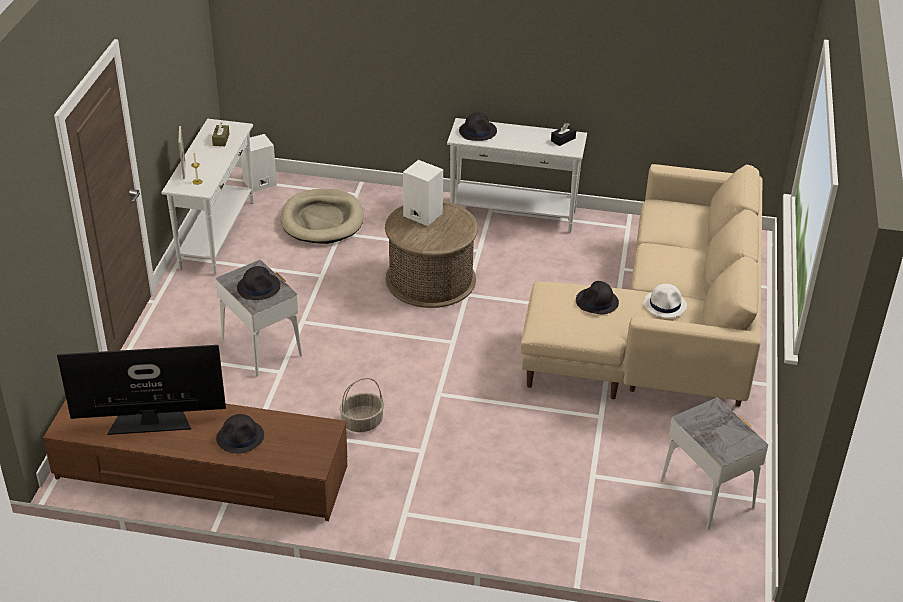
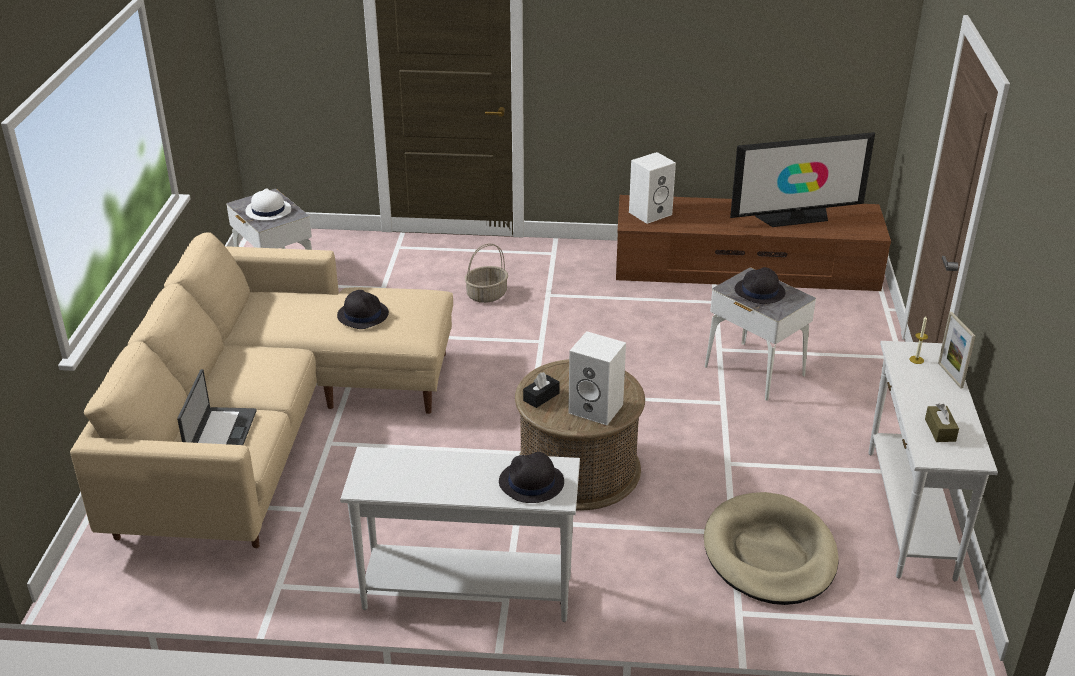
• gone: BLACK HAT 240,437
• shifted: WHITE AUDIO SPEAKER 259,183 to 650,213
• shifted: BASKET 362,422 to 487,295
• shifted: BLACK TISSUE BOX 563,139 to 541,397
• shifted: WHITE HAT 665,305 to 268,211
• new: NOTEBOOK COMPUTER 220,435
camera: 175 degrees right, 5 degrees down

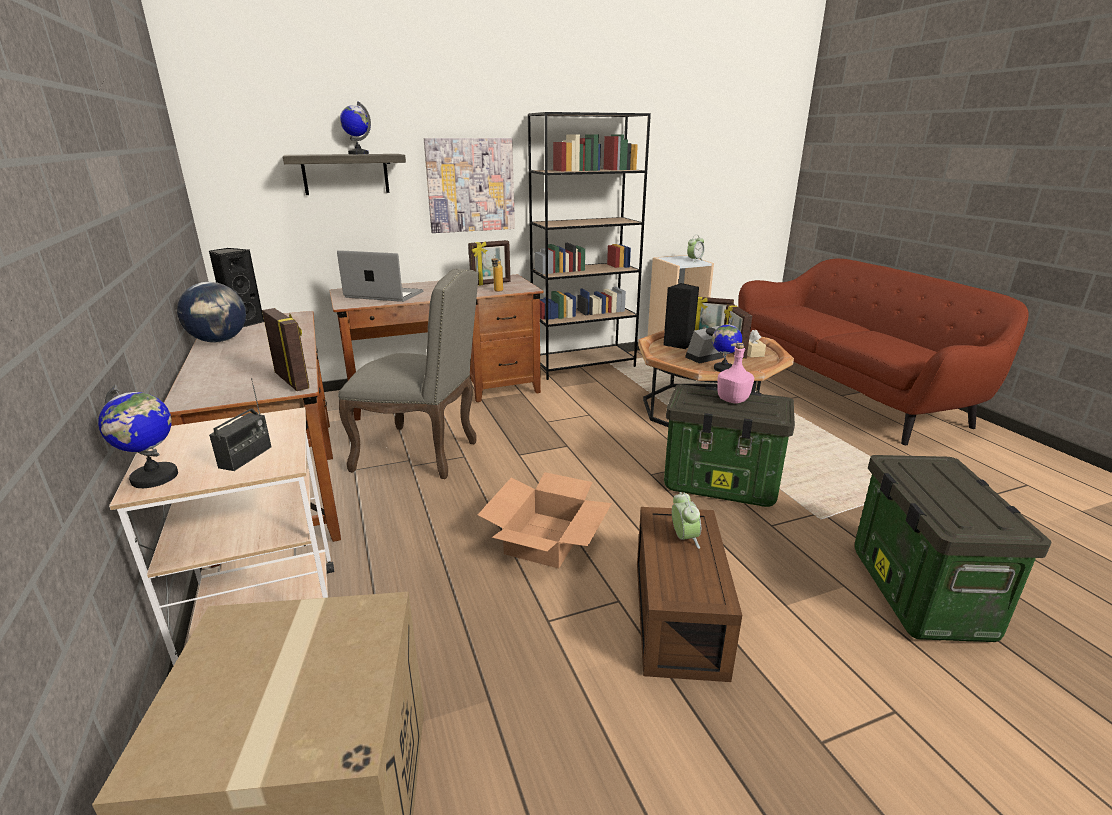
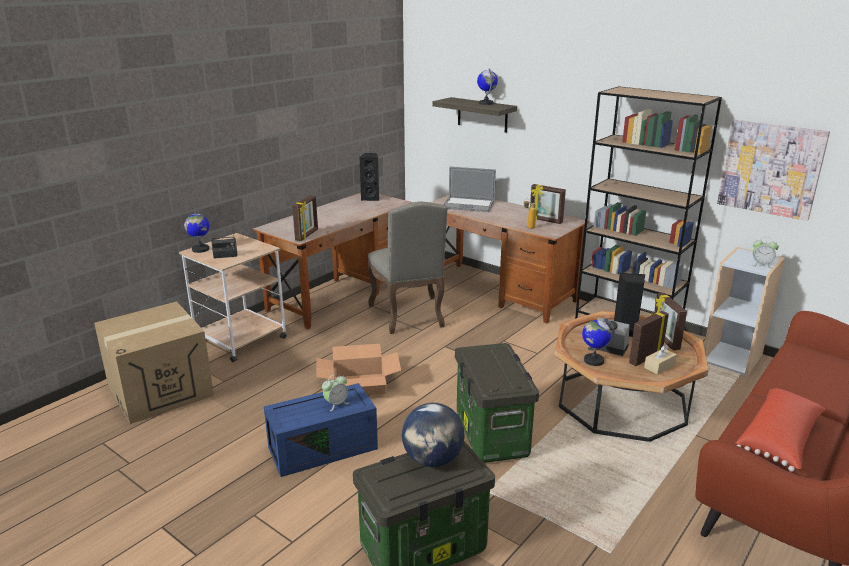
• shifted: WORLD GLOBE 219,341 to 432,460
• rotated: NOTEBOOK COMPUTER 384,295 = 468,205 120 degrees clockwise
• shifted: PICTURE 470,185 to 770,169
• repainted: BROWN-COLOURED STORAGE BOX 675,614 to BLUISH STORAGE BOX 323,447
• gone: PINKISH DRINK BOTTLE 733,399
• new: REDDISH CUSHION 780,440
camera: 60 degrees right, 0 degrees up

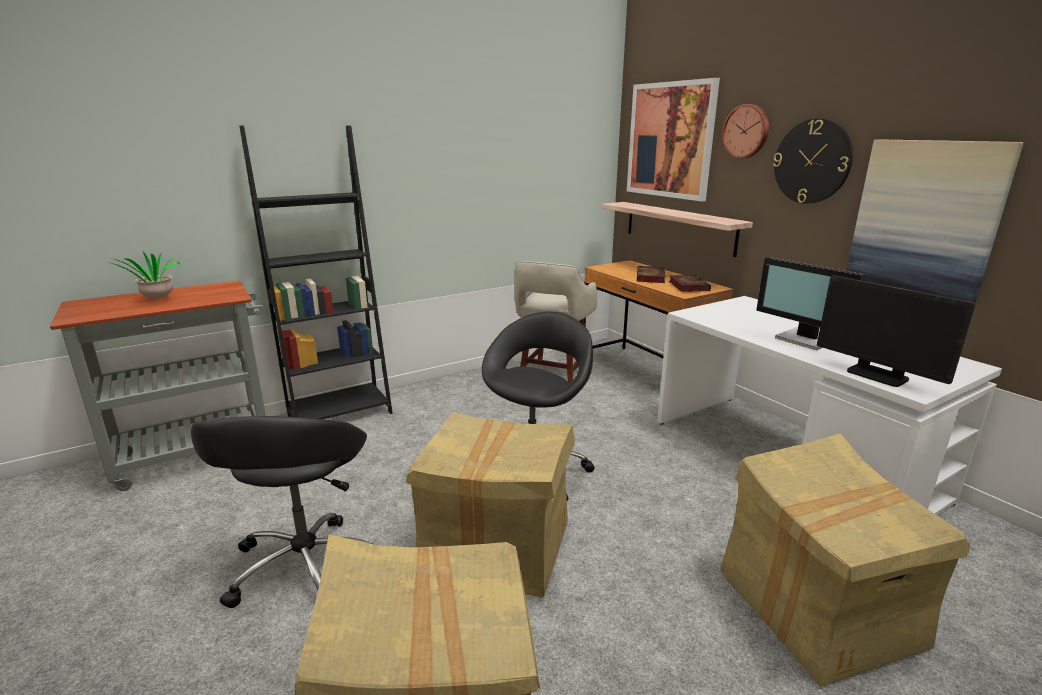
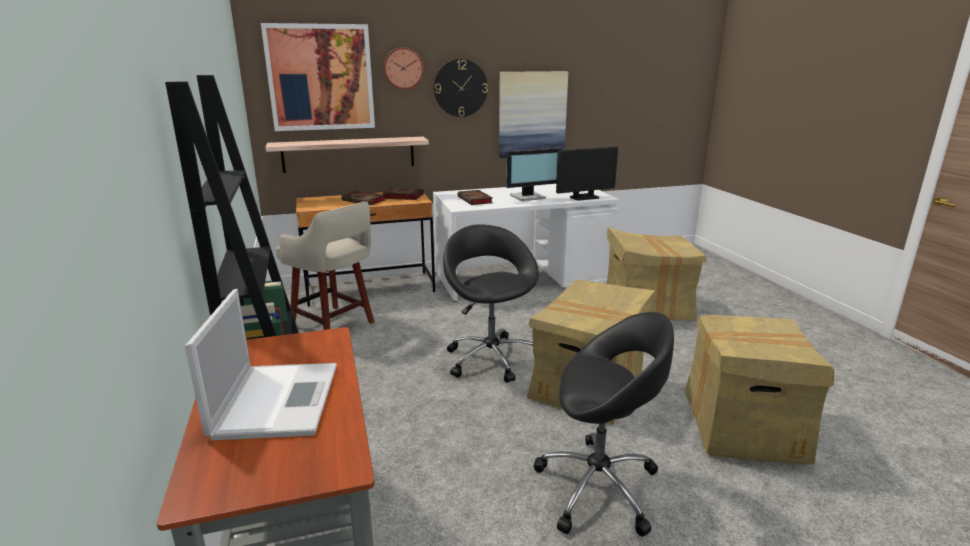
• swapped: HOUSEPLANT 157,300 to NOTEBOOK COMPUTER 277,399
• new: VOLUME 475,200
camera: 75 degrees left, 0 degrees up

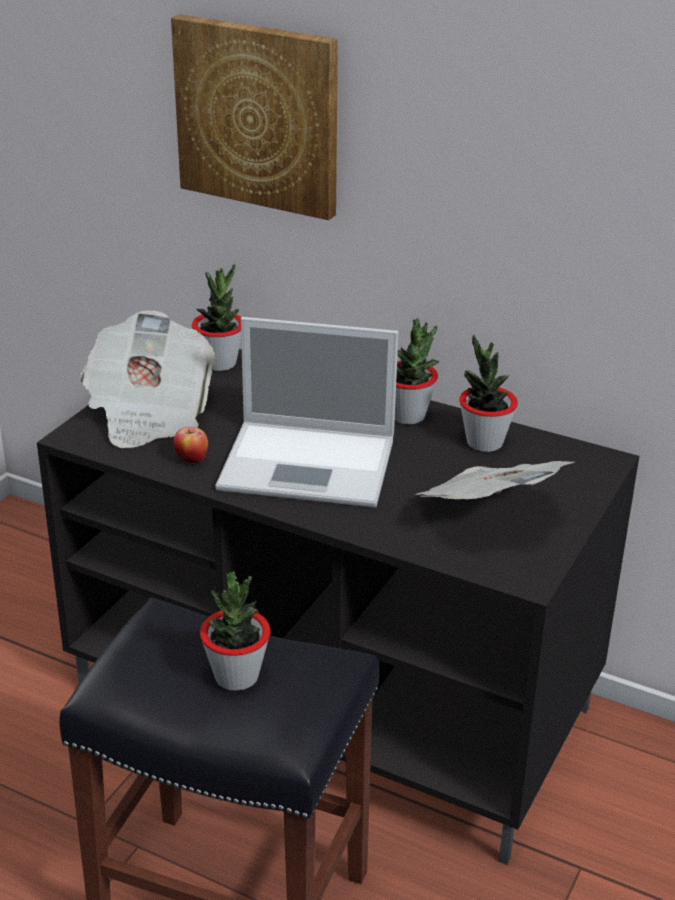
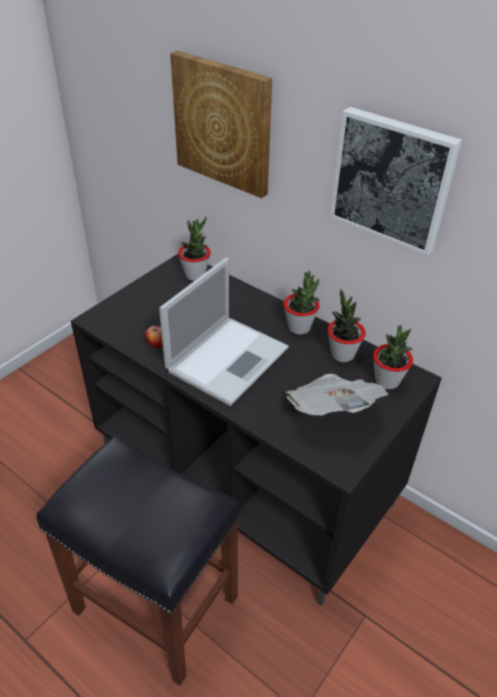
• gone: NEWSPAPER 149,412
• shifted: HOUSEPLANT 236,677 to 387,381
• rotated: NOTEBOOK COMPUTER 311,464 = 228,358 75 degrees counterclockwise
• new: PICTURE 392,179
camera: 10 degrees right, 10 degrees up

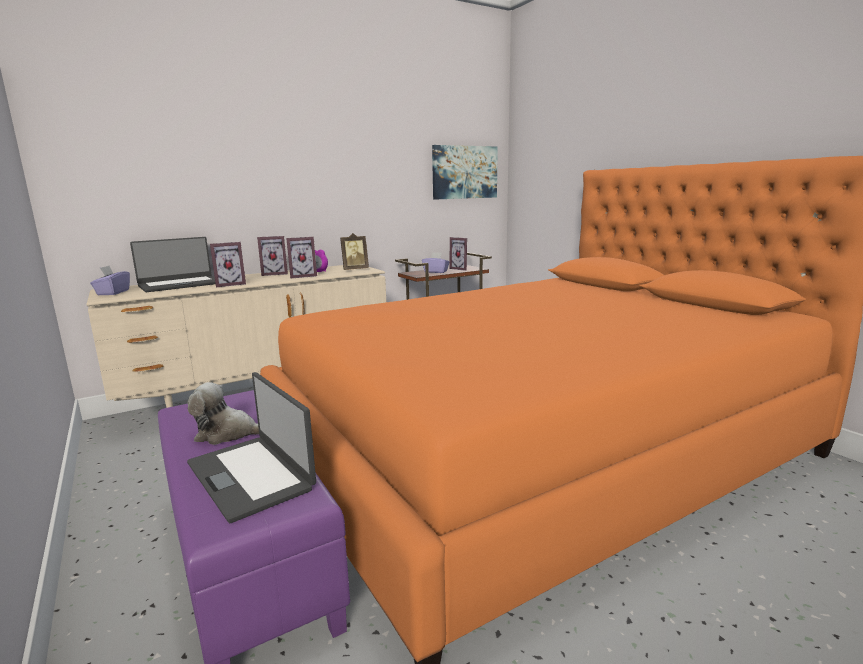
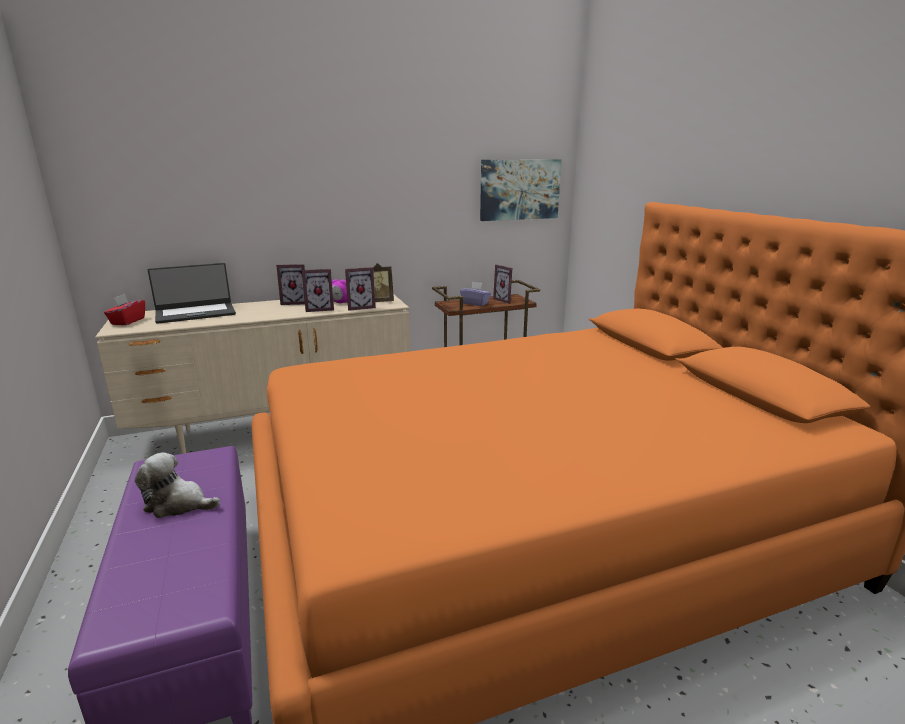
• repainted: PURPLE TISSUE BOX 113,293 to REDDISH TISSUE BOX 127,321
• gone: NOTEBOOK COMPUTER 251,475
• shifted: STANDING FRAME 230,284 to 360,307
camera: 10 degrees right, 5 degrees up

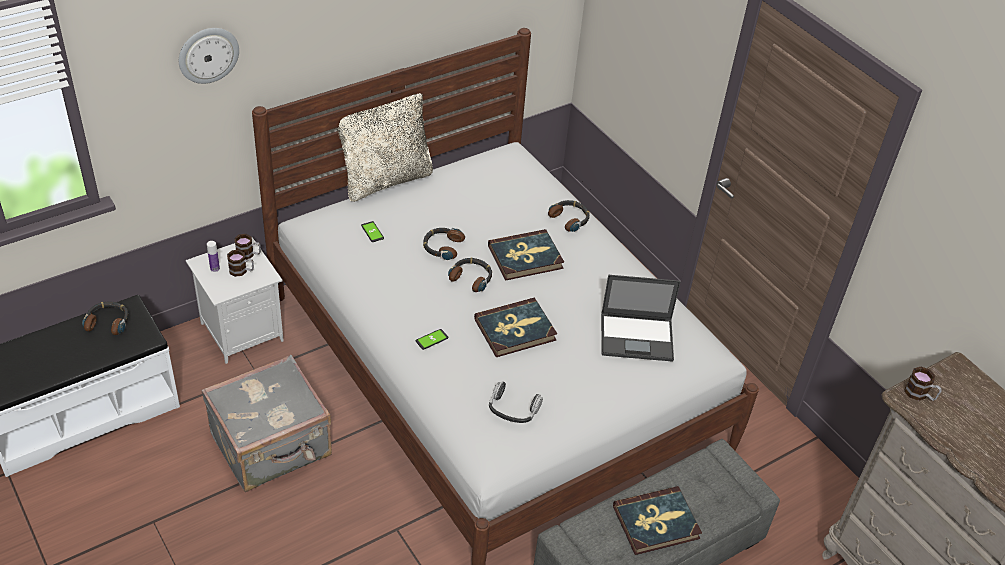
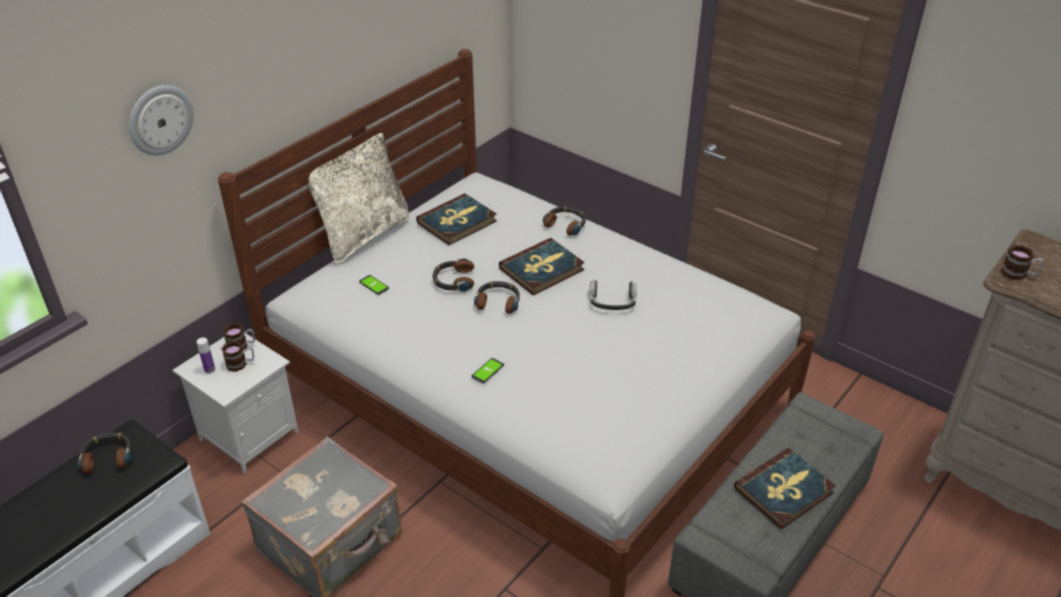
• shifted: VOLUME 515,330 to 457,222
• shifted: HEADSET 513,409 to 612,301
• gone: NOTEBOOK COMPUTER 637,337
camera: 15 degrees left, 5 degrees down

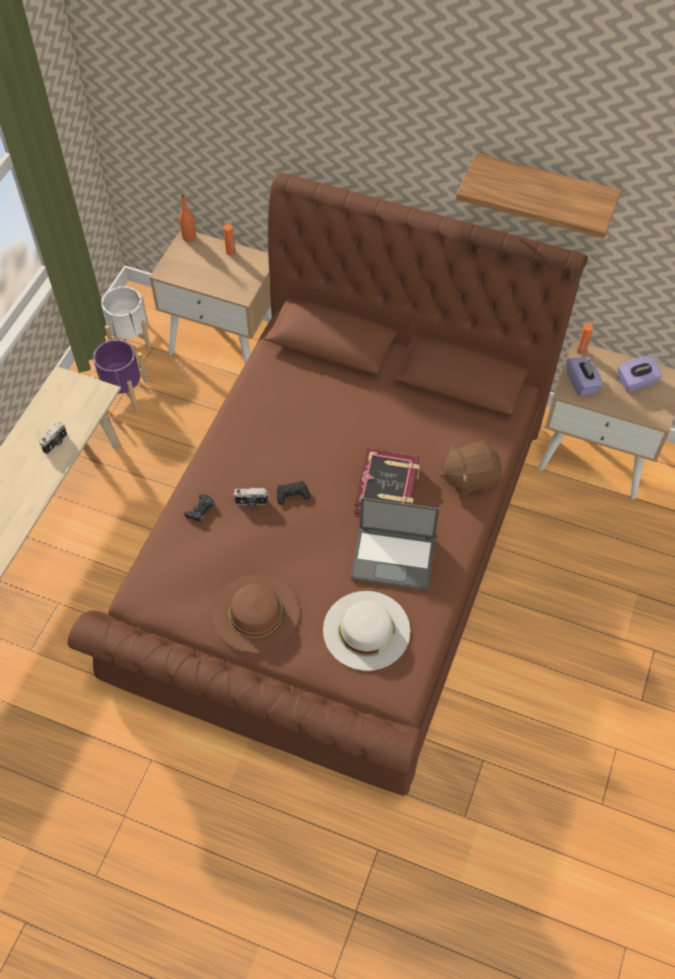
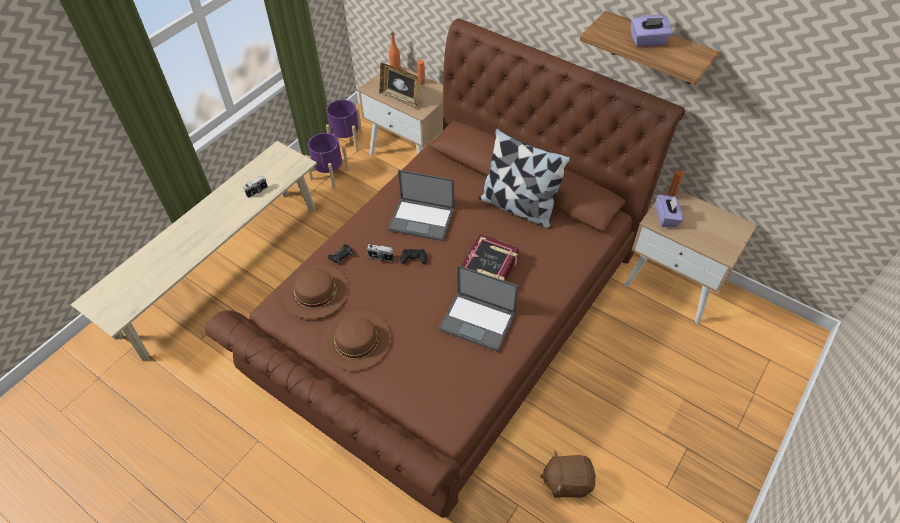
• repainted: WHITE FLOWER POT 130,339 to PURPLE FLOWER POT 346,140
• gone: WHITE HAT 366,630
• shifted: BROWN-COLOURED PLUSH TOY 469,478 to 567,481
• shifted: PURPLE TISSUE BOX 636,382 to 648,41
• new: BROWN-COLOURED HAT 315,291
• new: STANDING FRAME 400,99
• new: NOTEBOOK COMPUTER 422,219
• new: CUSHION 518,207
camera: 15 degrees right, 5 degrees down

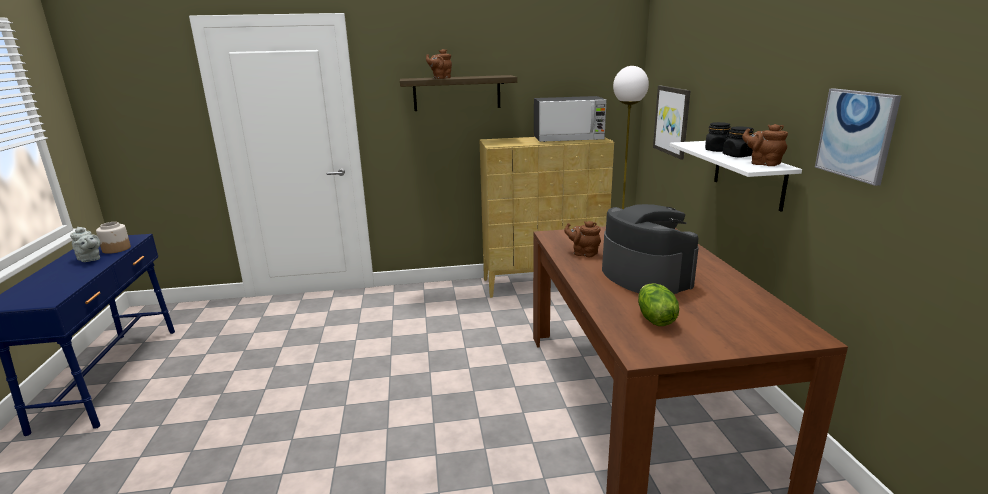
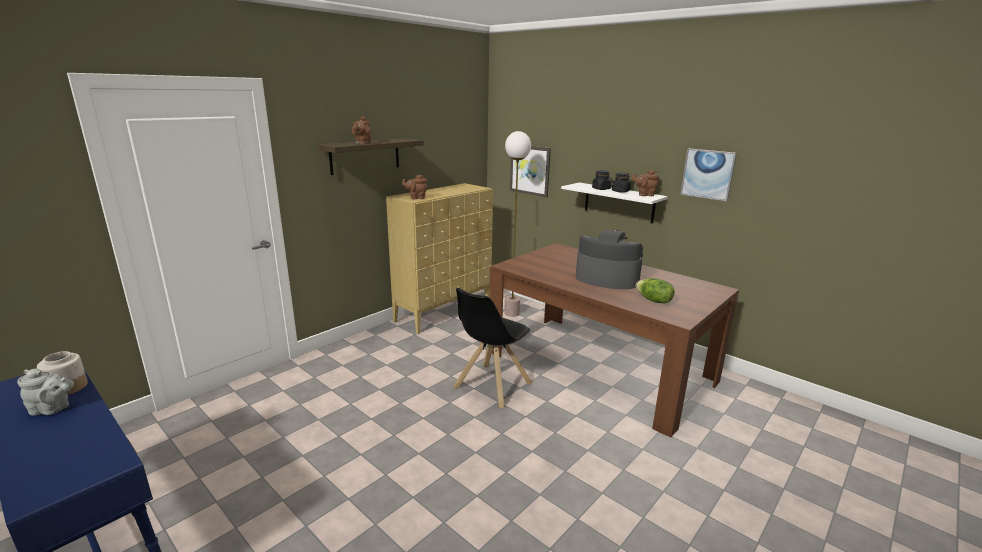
• gone: MICROWAVE 568,139
• shifted: BROWN-COLOURED POT FOR TEA 583,253 to 416,198
• new: BLACK UPRIGHT CHAIR 491,386
camera: 40 degrees left, 0 degrees up

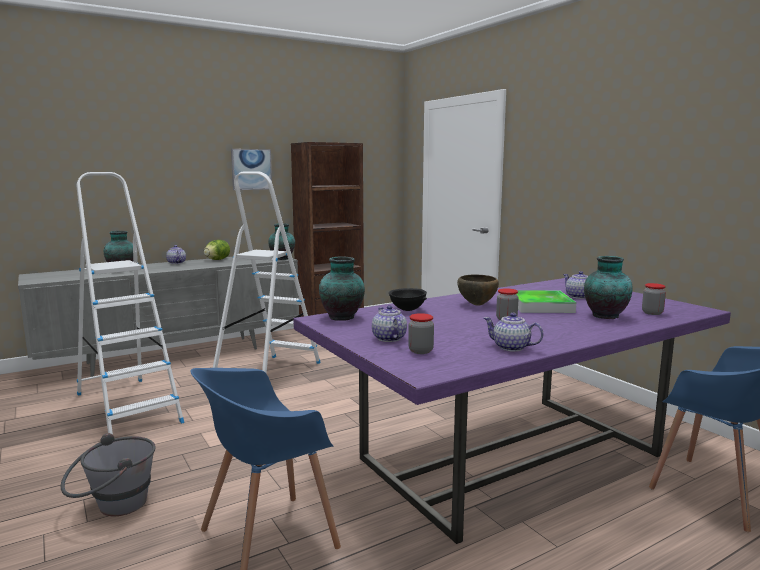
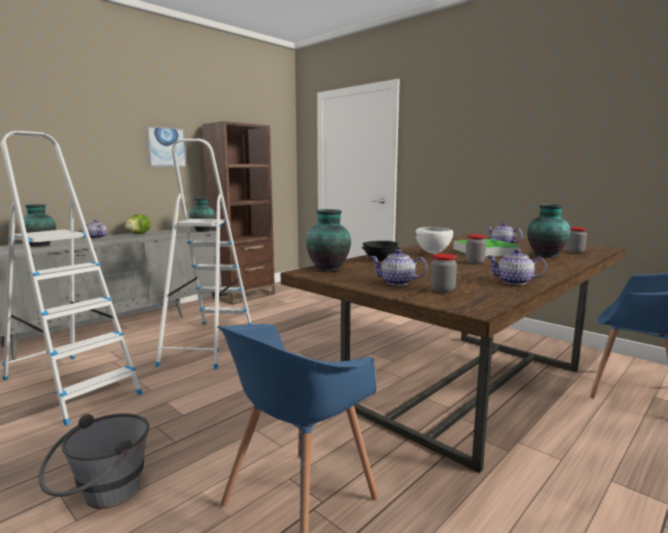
• repainted: PURPLE DINING TABLE 508,458 to BROWN-COLOURED DINING TABLE 467,387
• rotated: POT FOR TEA 389,338 = 398,282 45 degrees counterclockwise
• repainted: BROWN-COLOURED BOWL 477,304 to WHITE BOWL 433,253
camera: 15 degrees left, 0 degrees up

